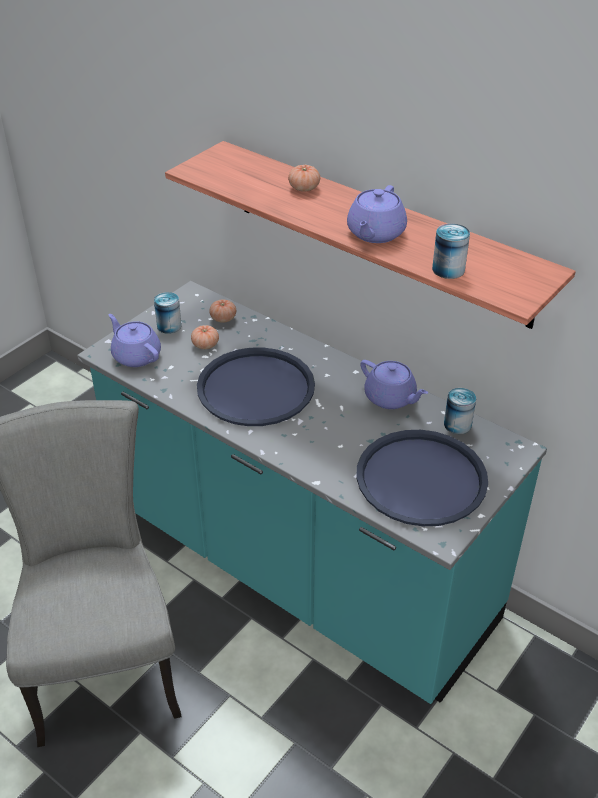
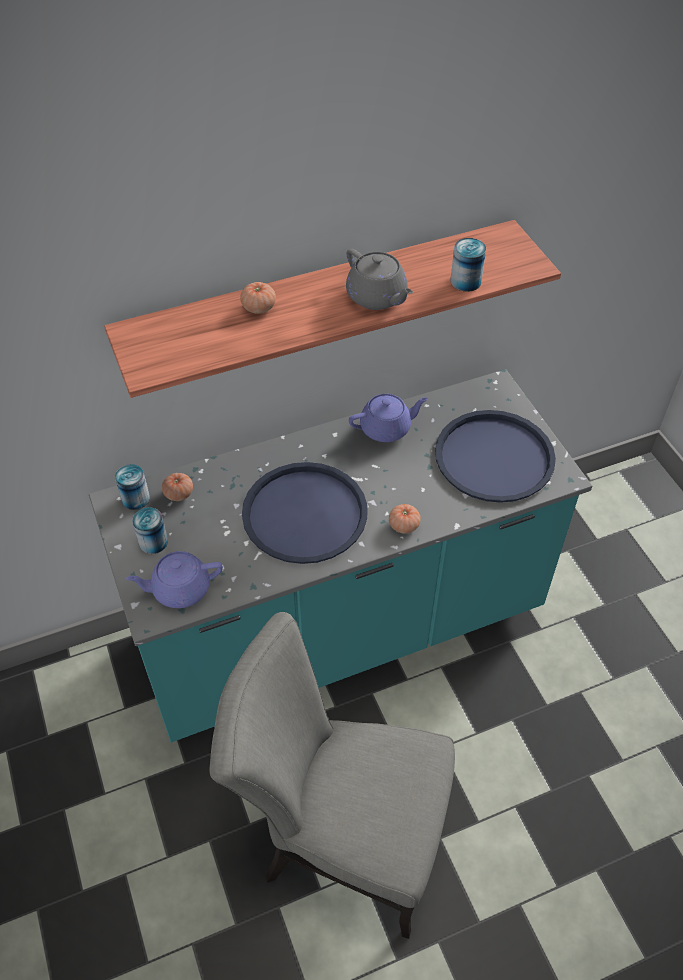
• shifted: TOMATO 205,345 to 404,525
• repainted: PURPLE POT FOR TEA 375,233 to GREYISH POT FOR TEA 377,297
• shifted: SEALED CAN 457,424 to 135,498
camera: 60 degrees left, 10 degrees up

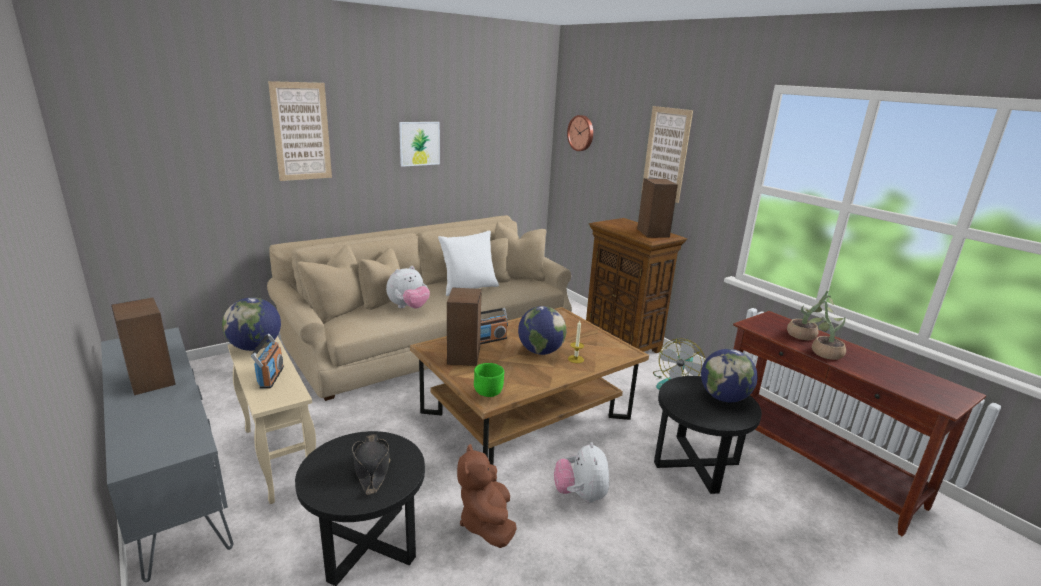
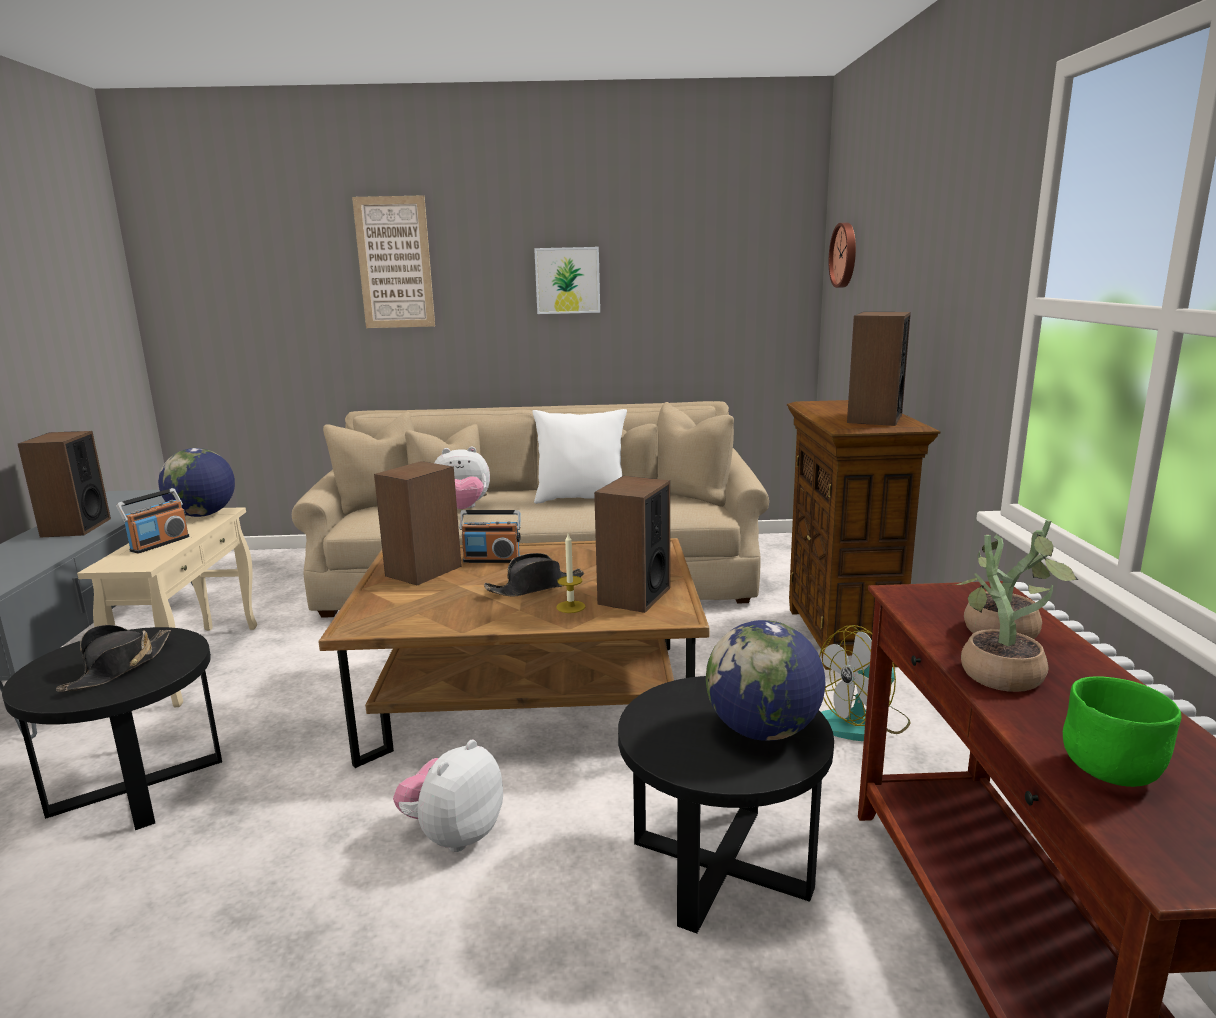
• gone: BROWN-COLOURED PLUSH TOY 487,523
• shifted: GREEN-COLOURED BOWL 488,393 to 1111,774
• swapped: WORLD GLOBE 540,351 to BLACK HAT 535,587
• gone: PICTURE 666,154
• new: AUDIO SPEAKER 633,596
camera: 35 degrees right, 5 degrees down

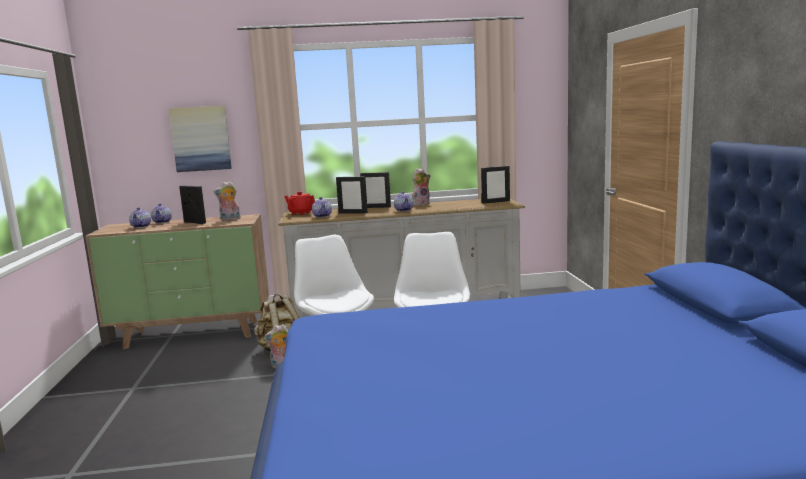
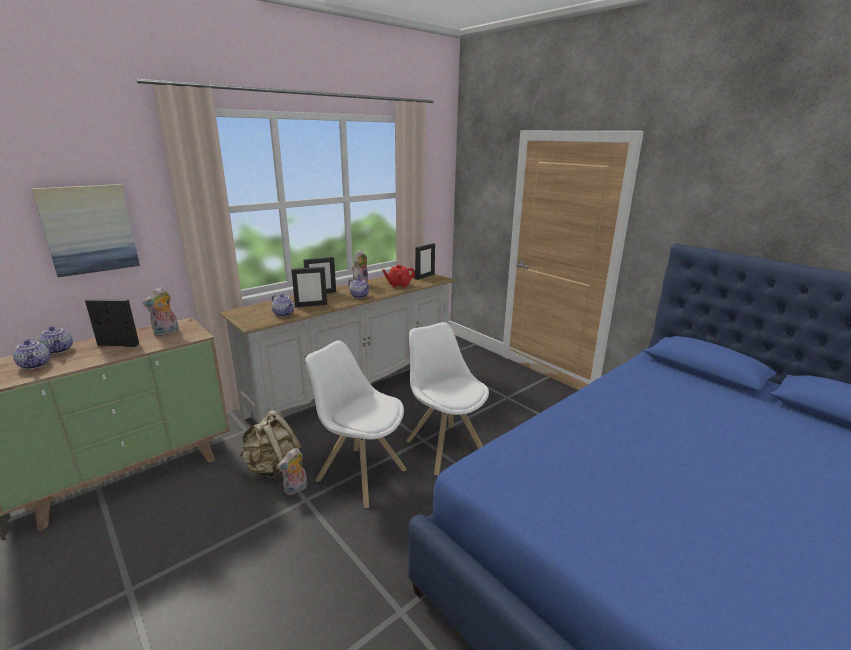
• shifted: REDDISH POT FOR TEA 301,213 to 398,285
camera: 35 degrees left, 10 degrees up

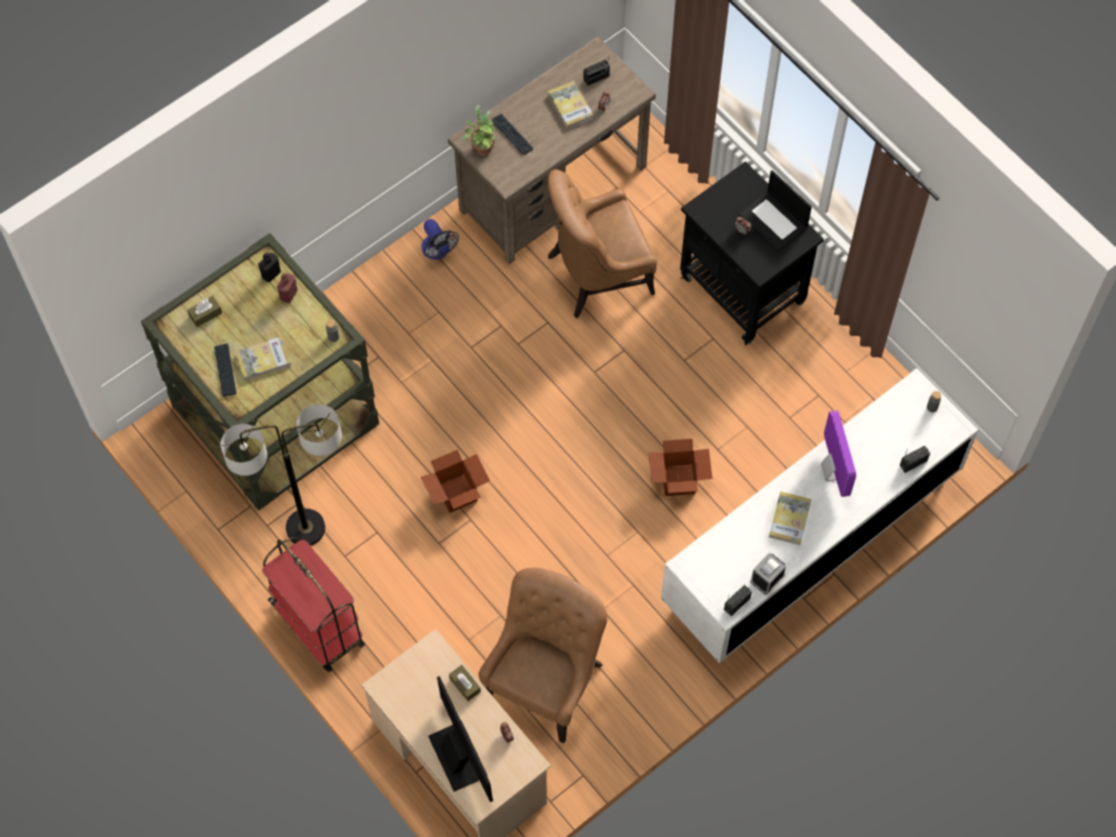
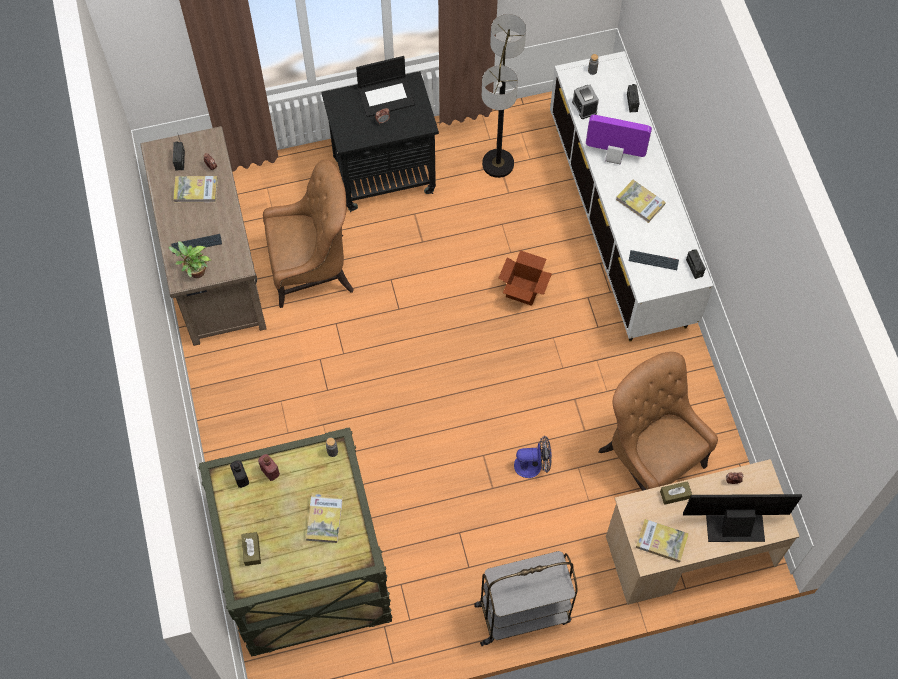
• shifted: COMPUTER KEYBOARD 225,370 to 653,261
• shifted: STANDARD LAMP 306,528 to 498,164
• repainted: REDDISH CART 319,627 to GREYISH CART 523,614
• gone: PACKING BOX 456,493
• shifted: ELECTRIC FAN 438,251 to 533,465
• rotated: BROWN-COLOURED UPRIGHT CHAIR 598,274 = 312,268 105 degrees counterclockwise
• shifted: ALARM CLOCK 767,578 to 584,107
• new: VOLUME 661,541
camera: 65 degrees left, 0 degrees up

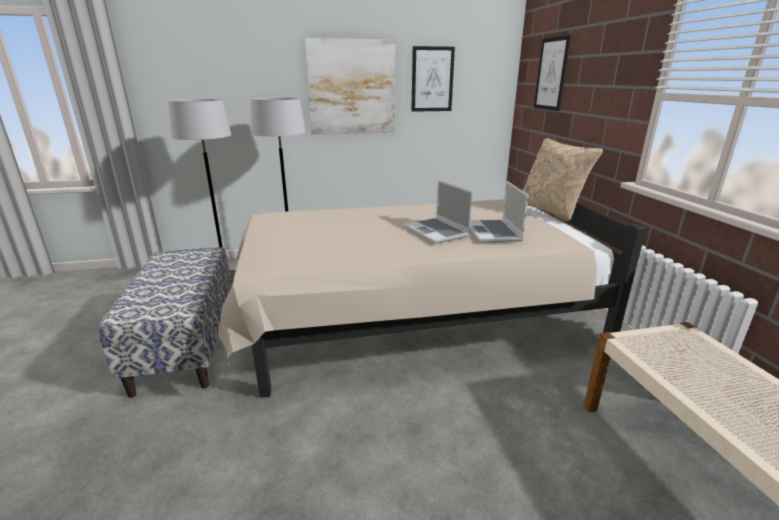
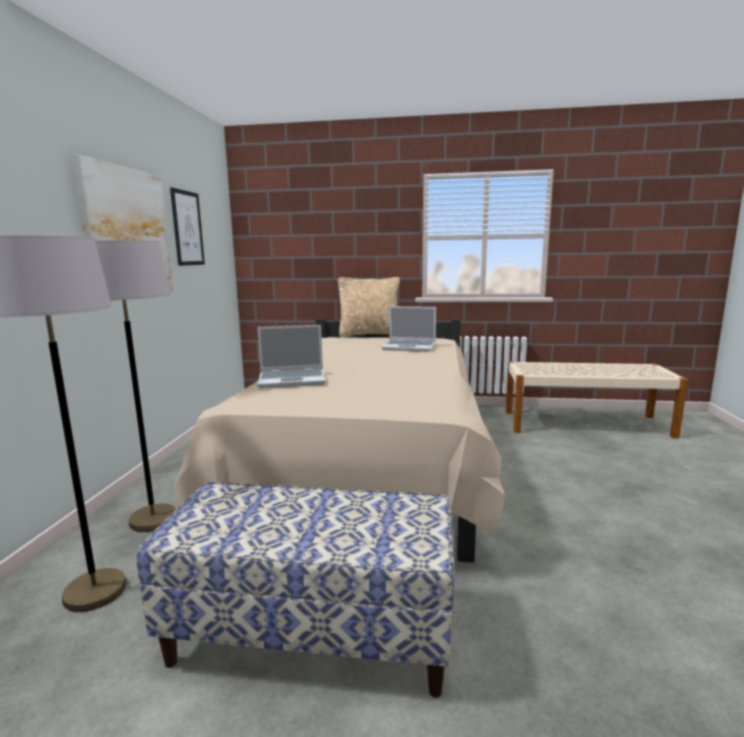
• shifted: NOTEBOOK COMPUTER 437,232 to 293,380
• gone: PICTURE 551,74
camera: 70 degrees left, 10 degrees down

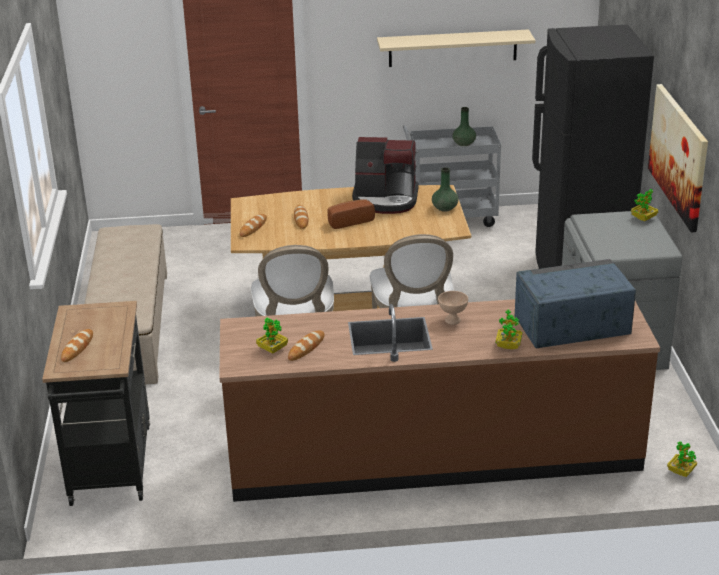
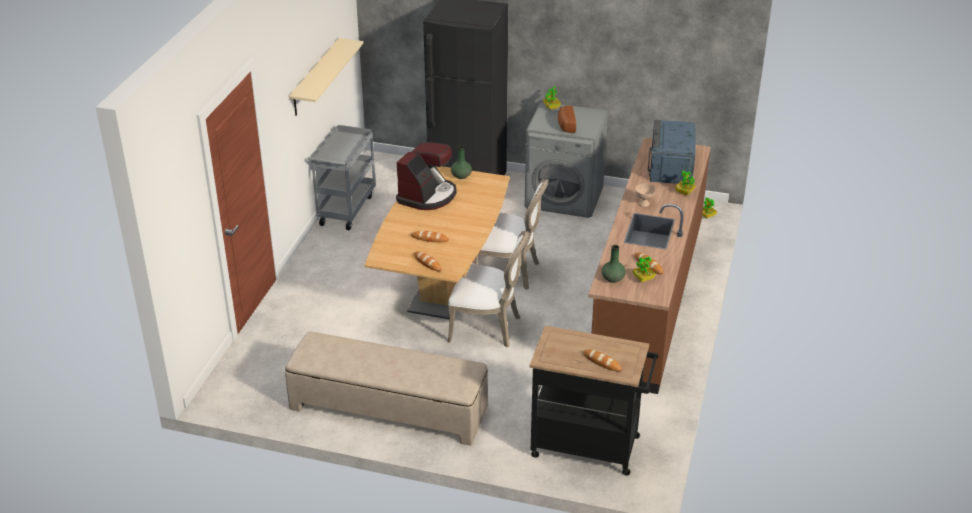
• shifted: BAKED BREAD 349,221 to 565,125
• shifted: GREEN-COLOURED FLOWER VASE 463,143 to 613,279
• gone: PICTURE 678,155
camera: 70 degrees left, 5 degrees up

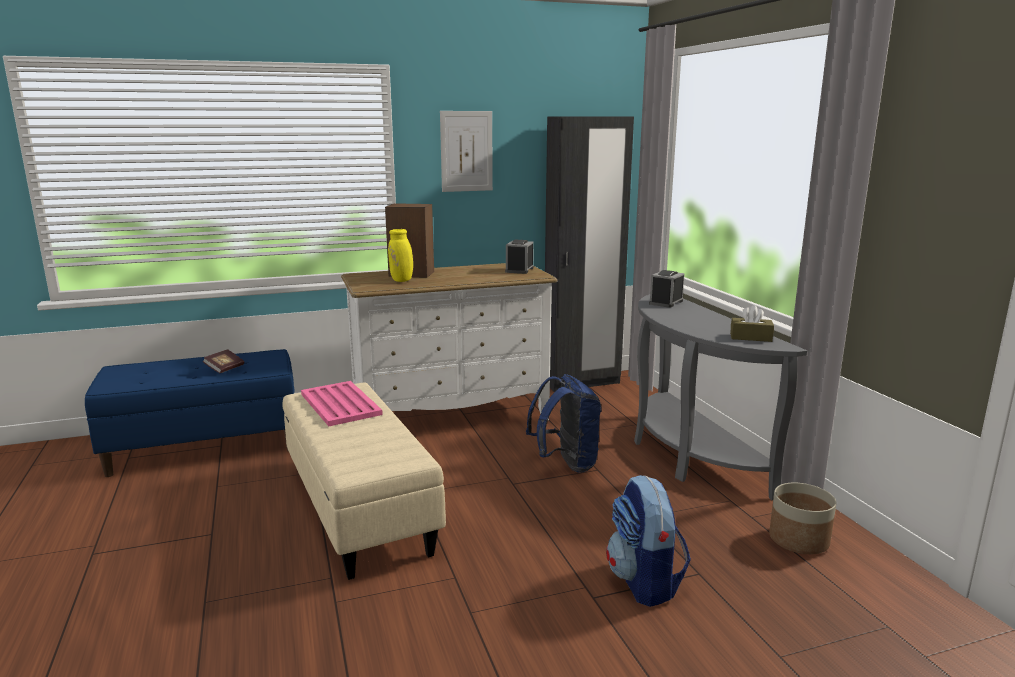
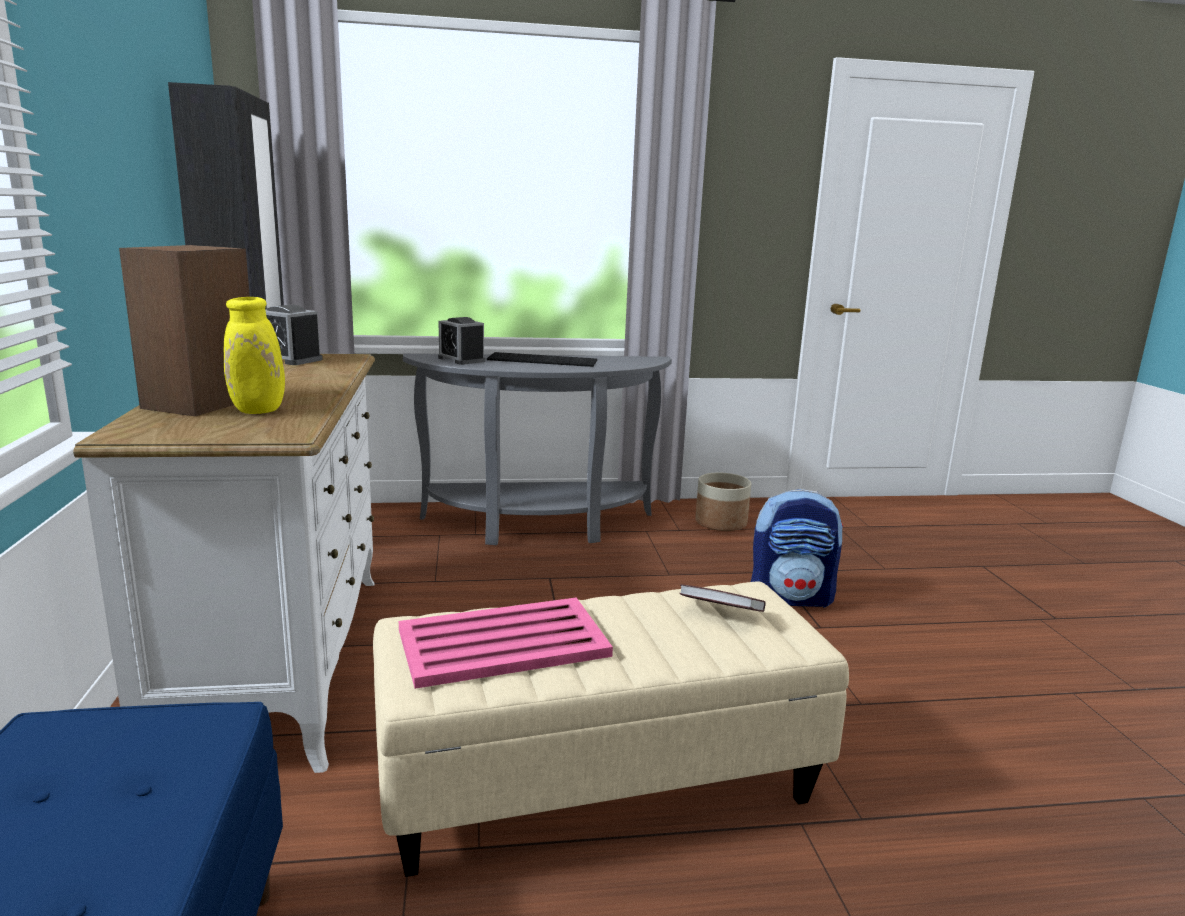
• shifted: VOLUME 224,369 to 721,614
• gone: PICTURE 466,151
• gone: BLUISH KNAPSACK 566,463
• gone: BROWN-COLOURED TISSUE BOX 750,337
• new: COMPUTER KEYBOARD 544,360
camera: 80 degrees left, 0 degrees up

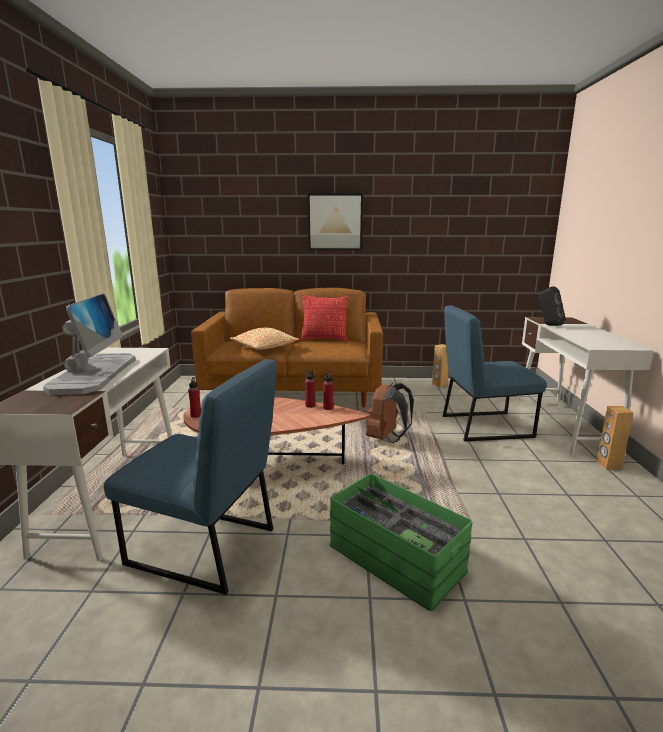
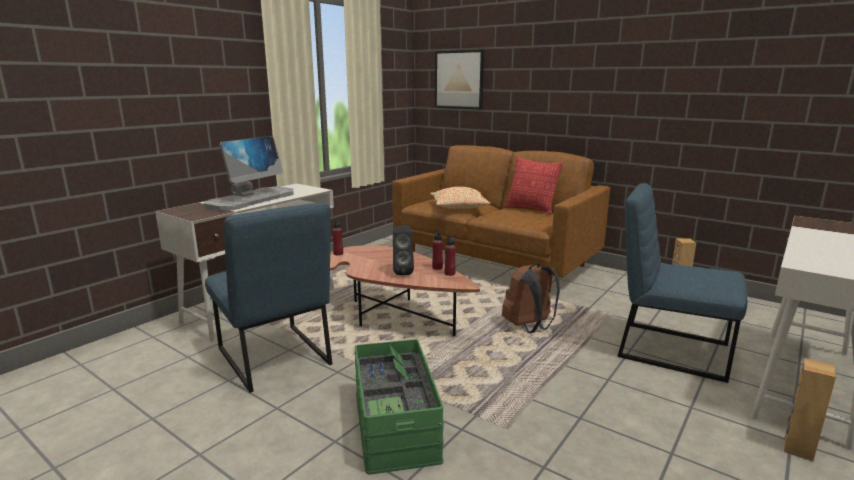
• shifted: PICTURE 335,222 to 459,80
• shifted: BLACK AUDIO SPEAKER 548,325 to 402,272
camera: 35 degrees right, 0 degrees up

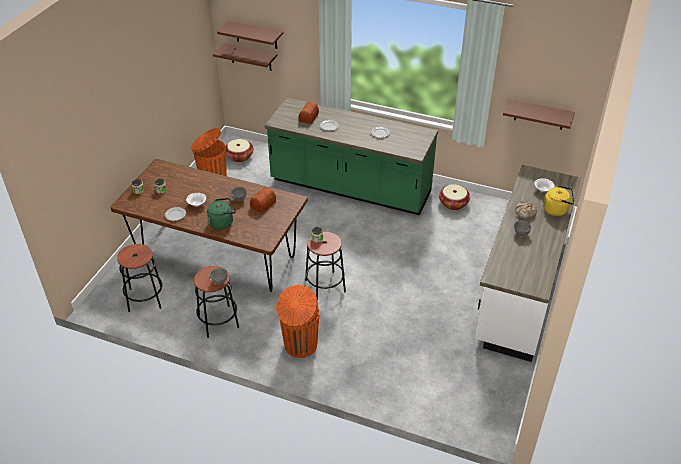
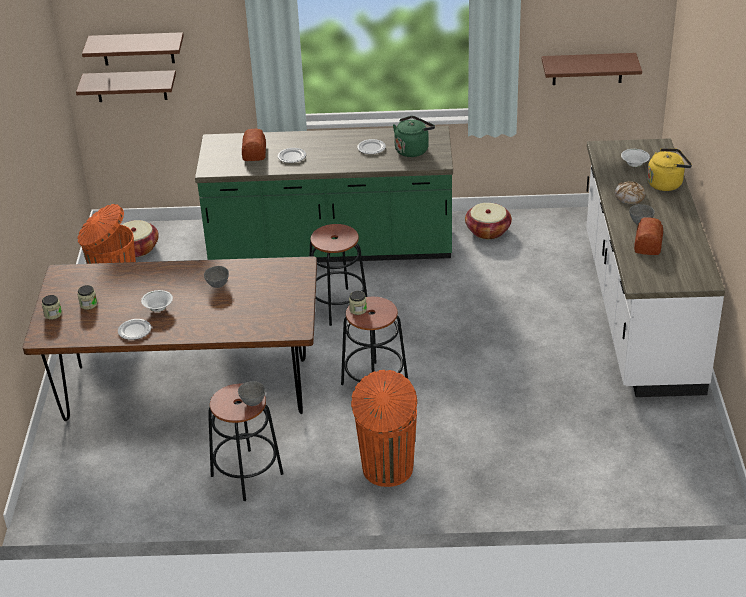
• shifted: BLACK SITTING STOOL 145,298 to 338,306
• shifted: GREEN-COLOURED KETTLE 222,222 to 413,149
• shifted: BAKED BREAD 262,204 to 647,244
camera: 20 degrees left, 5 degrees down

